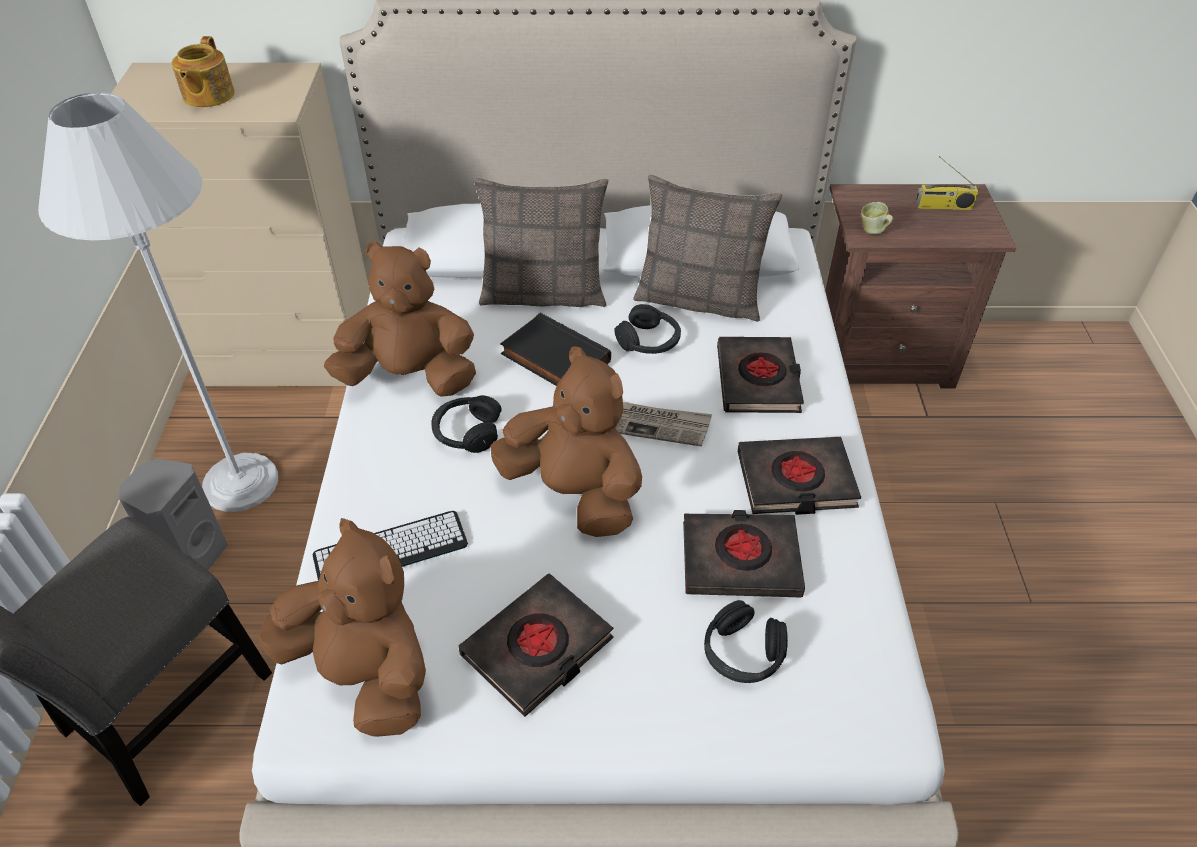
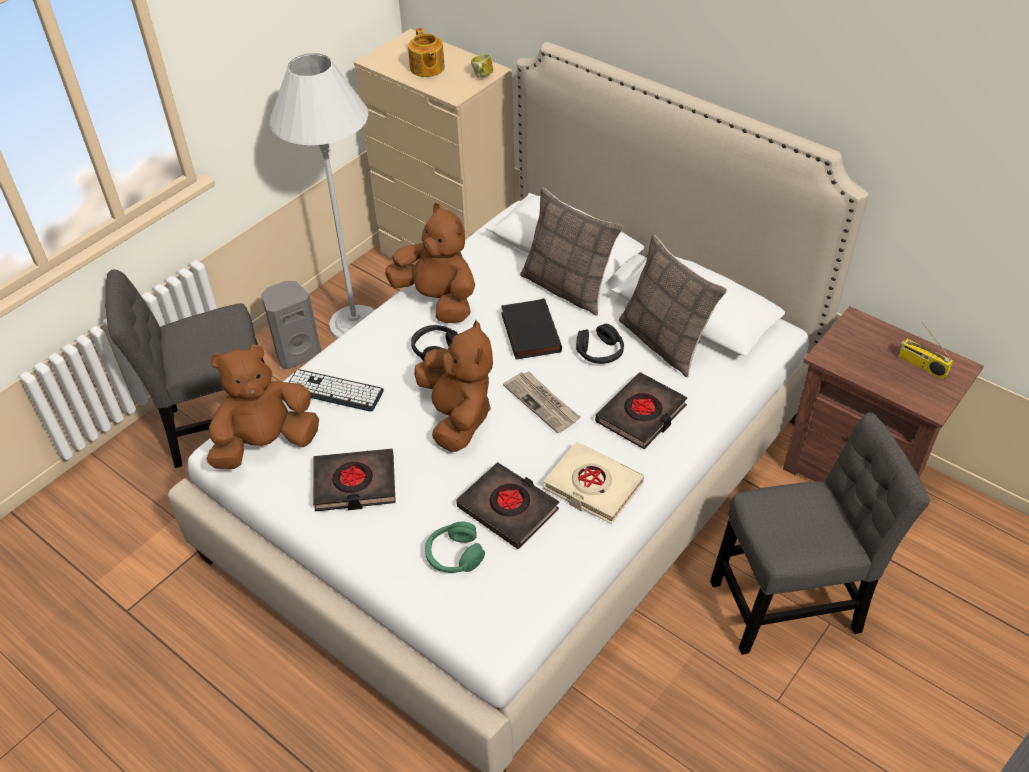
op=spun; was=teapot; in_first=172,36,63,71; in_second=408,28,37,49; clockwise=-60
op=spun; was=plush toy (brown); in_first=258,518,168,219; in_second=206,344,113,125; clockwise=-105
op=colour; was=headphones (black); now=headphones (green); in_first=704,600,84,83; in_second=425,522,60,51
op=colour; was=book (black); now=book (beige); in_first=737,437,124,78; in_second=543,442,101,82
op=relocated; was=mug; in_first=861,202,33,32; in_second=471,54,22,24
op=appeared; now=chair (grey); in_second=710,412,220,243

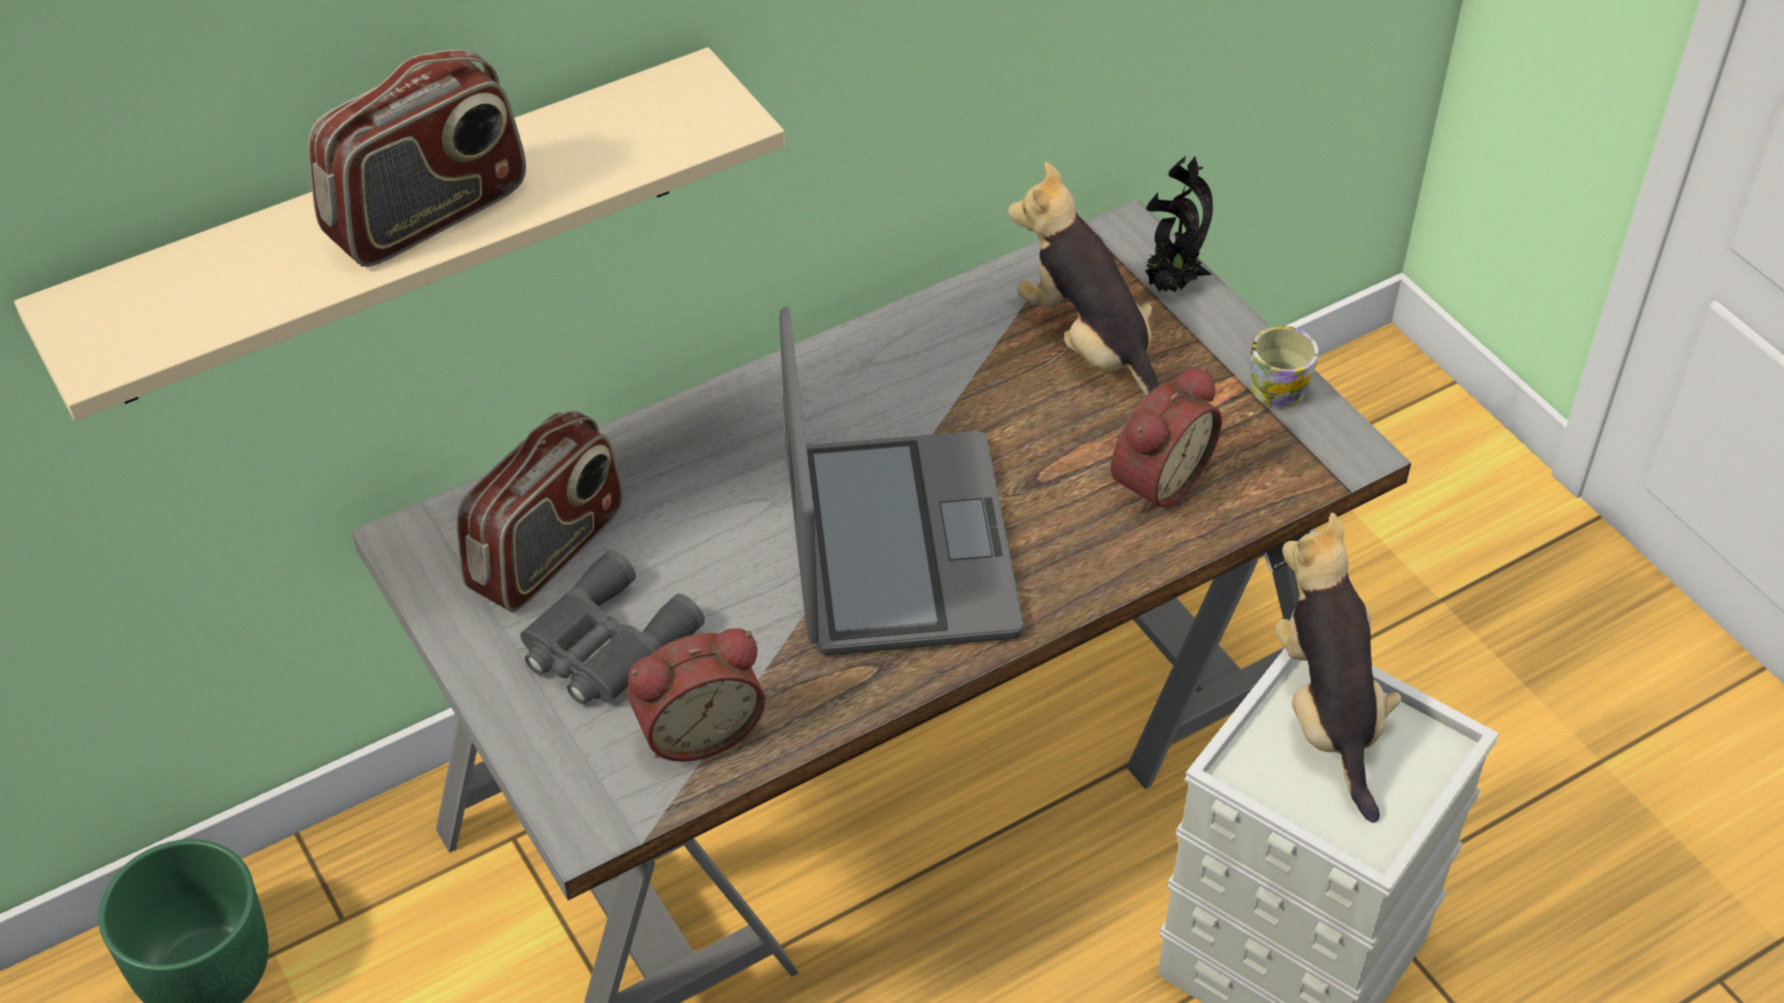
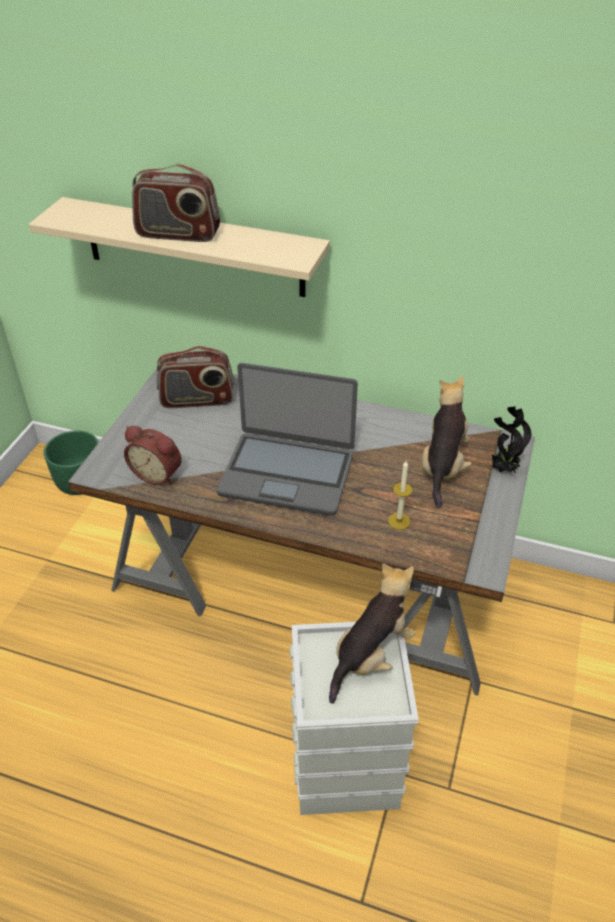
op=missing; was=binoculars (grey); in_first=520,549,185,156
op=spun; was=laptop; in_first=779,307,244,349; in_second=217,363,141,153; clockwise=60
op=exchanged; was=alarm clock; now=candle; in_first=1111,366,111,147; in_second=388,461,25,69
op=missing; was=mug; in_first=1250,326,68,81

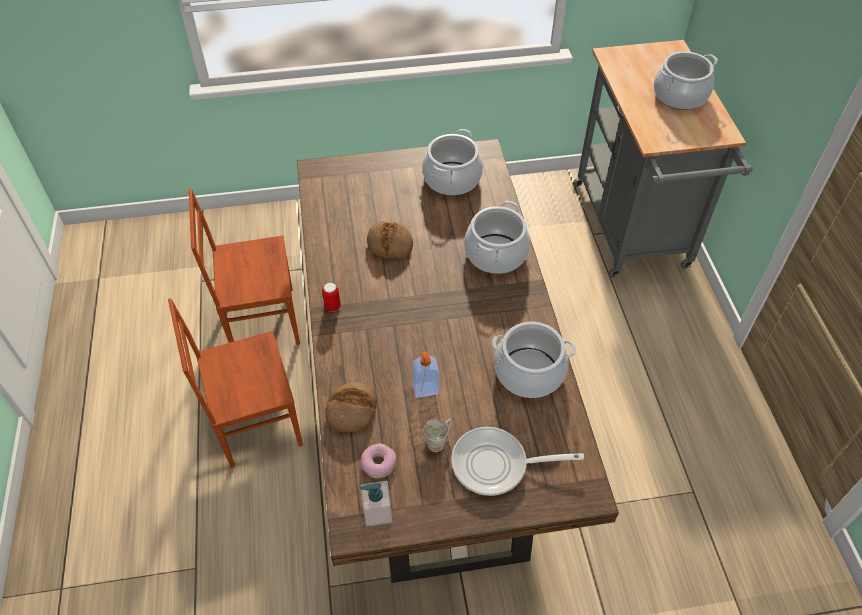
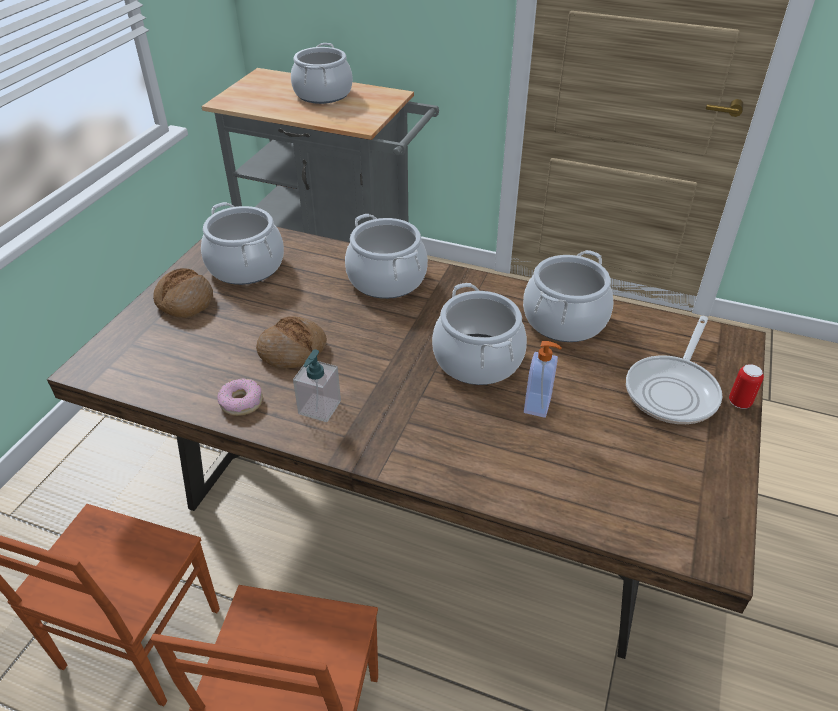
op=relocated; was=can; in_first=322,283,19,29; in_second=729,364,35,45
op=relocated; was=bread; in_first=325,382,52,50; in_second=153,268,60,50
op=relocated; was=soap dispenser; in_first=360,481,33,45; in_second=293,349,48,73
op=relocated; was=donut; in_first=361,443,35,35; in_second=217,378,46,38
op=missing; was=mug (white); in_first=423,419,29,33
op=appeared; now=cooking pot; in_second=432,283,95,102

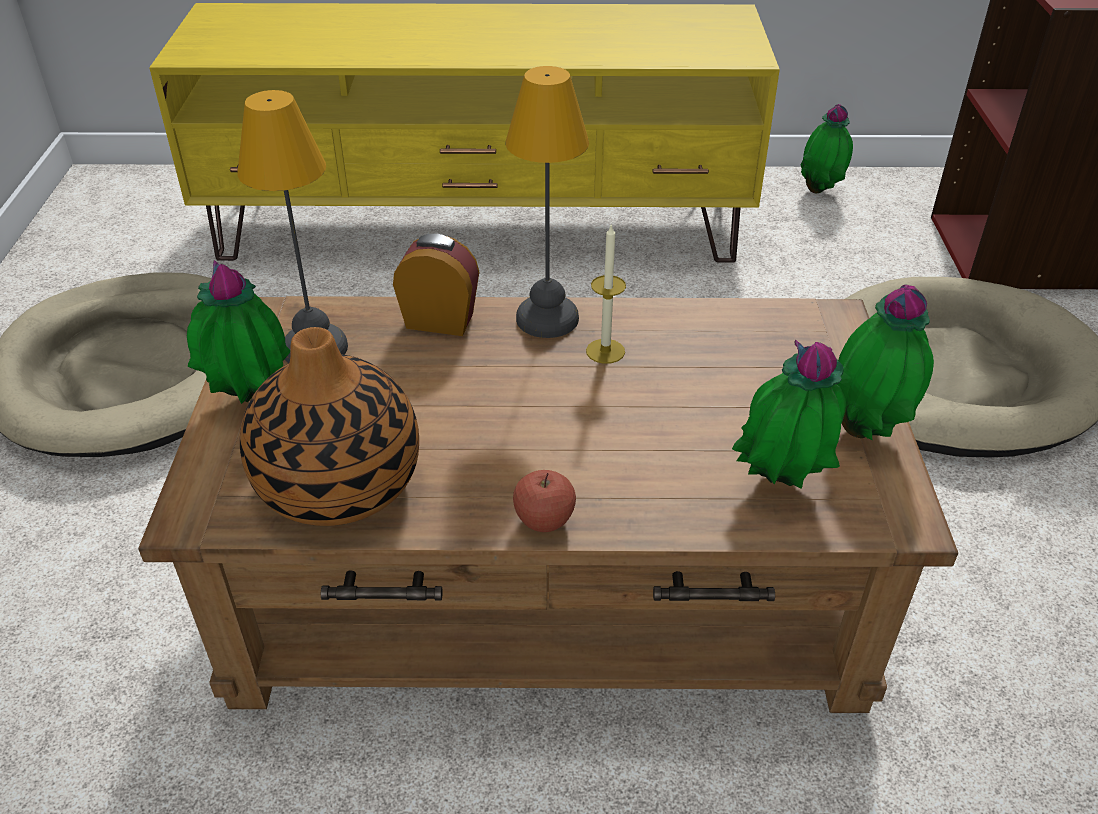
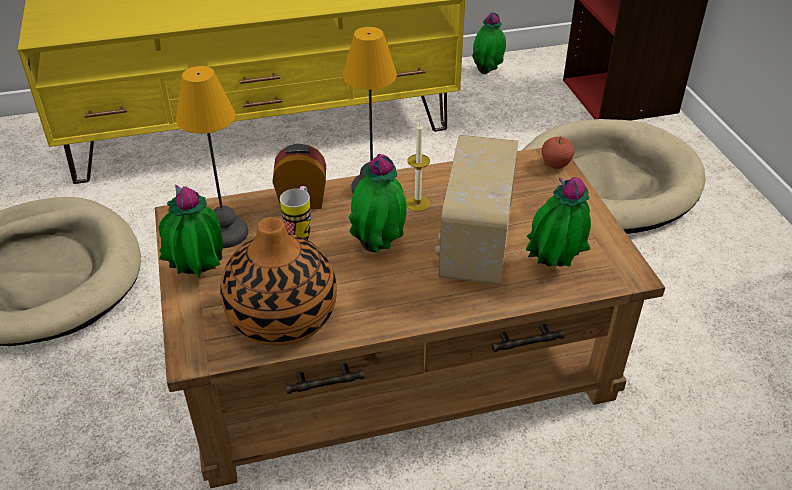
op=relocated; was=apple; in_first=513,470,63,62; in_second=542,136,32,33
op=relocated; was=potted plant; in_first=837,284,97,156; in_second=349,154,58,98
op=appeared; now=mug; in_second=280,186,31,54
op=appeared; now=radio; in_second=435,135,83,150

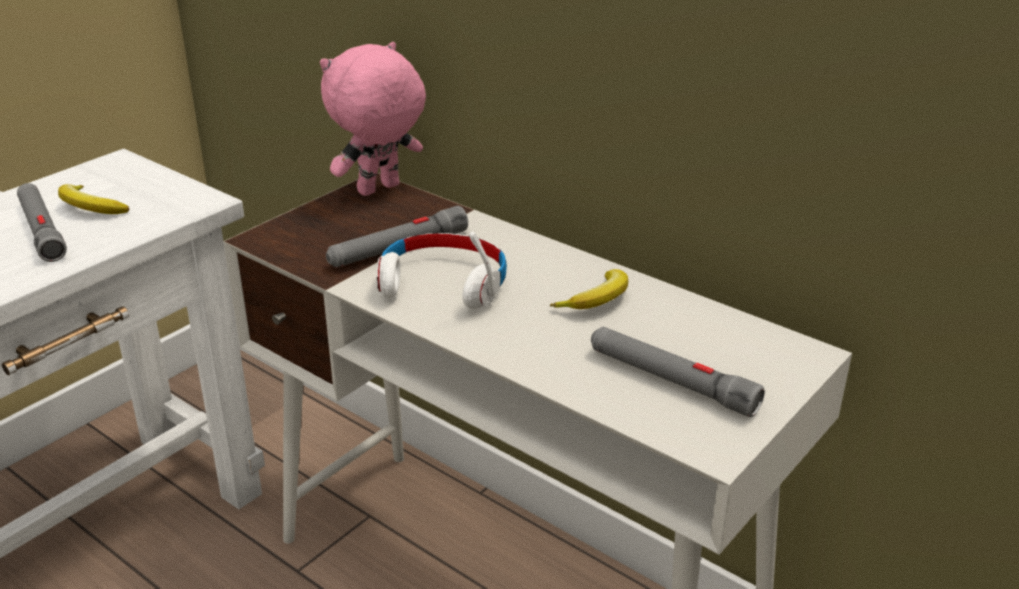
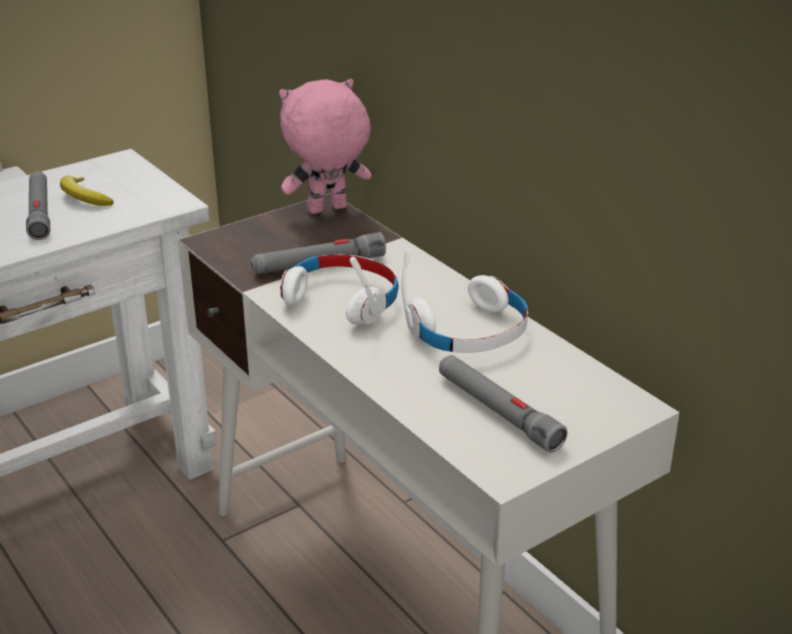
op=exchanged; was=banana; now=headphones (white); in_first=550,269,78,40; in_second=401,249,127,104

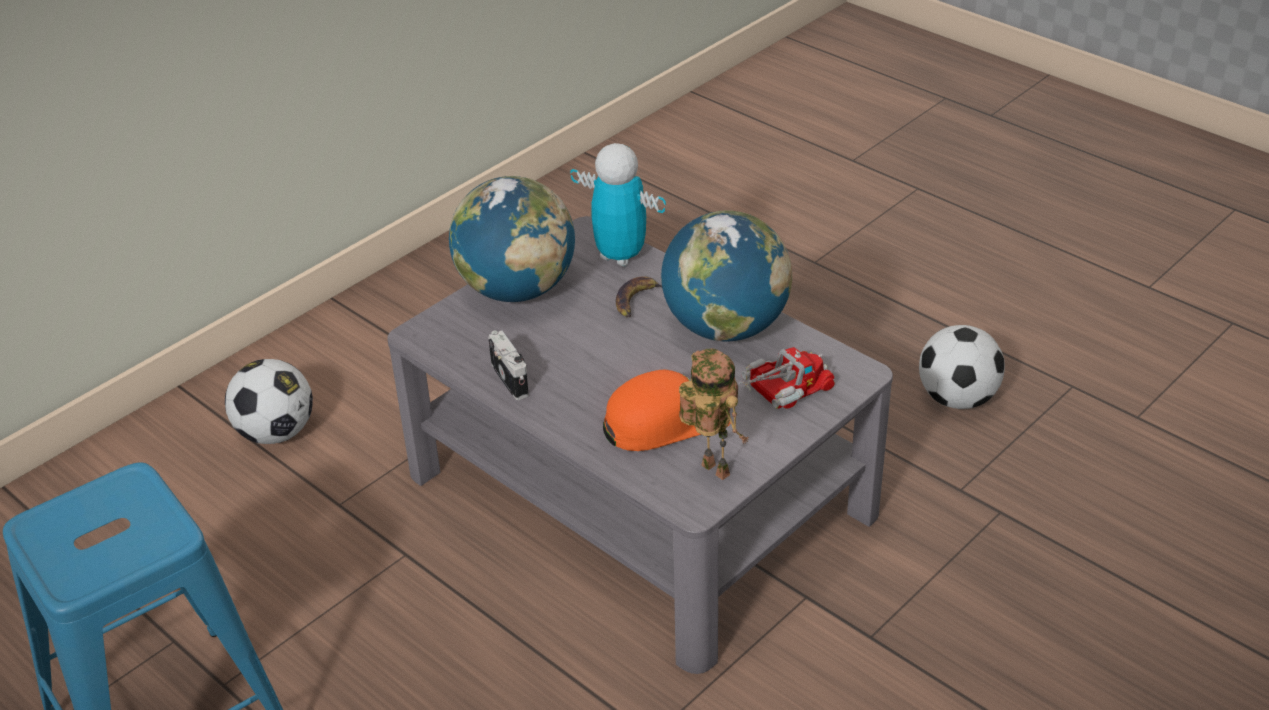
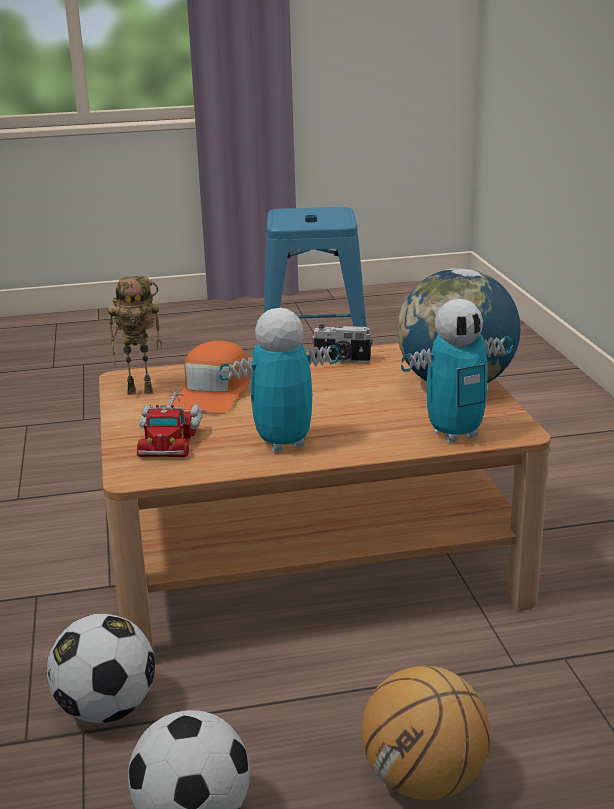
op=relocated; was=football; in_first=225,359,88,85; in_second=47,614,108,109
op=colour; was=coffee table (grey); now=coffee table (brown); in_first=387,216,506,458; in_second=99,343,452,310
op=missing; was=banana; in_first=616,276,46,42
op=exchanged; was=globe; now=toy robot; in_first=661,210,131,131; in_second=219,308,120,145
op=appeared; now=basketball; in_second=361,666,129,134

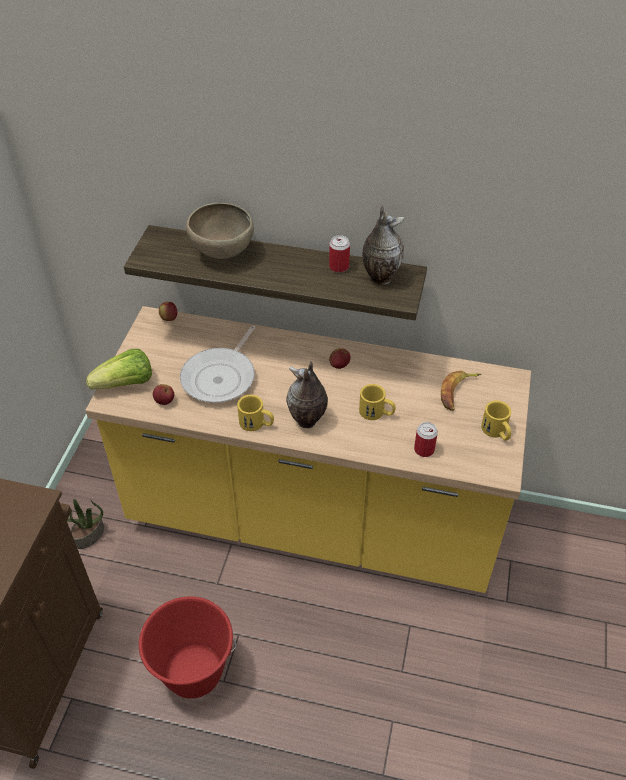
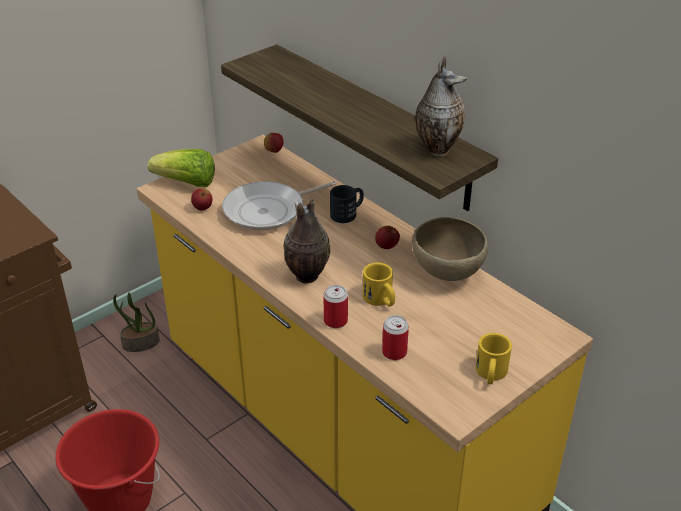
op=relocated; was=bowl (brown); in_first=186,203,68,56; in_second=412,217,76,64
op=missing; was=mug (yellow); in_first=237,395,37,36
op=relocated; was=can; in_first=329,235,21,38; in_second=323,285,25,43
op=missing; was=banana; in_first=441,371,41,40
op=appeared; now=mug (black); in_second=330,185,34,38

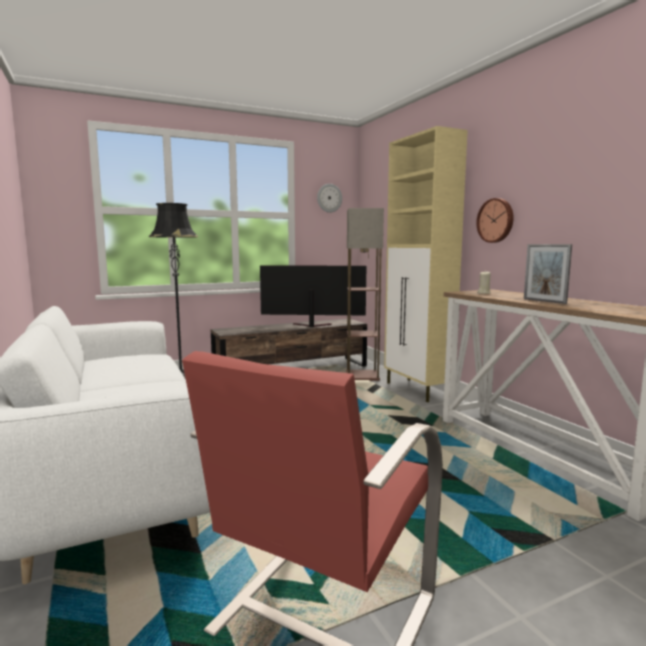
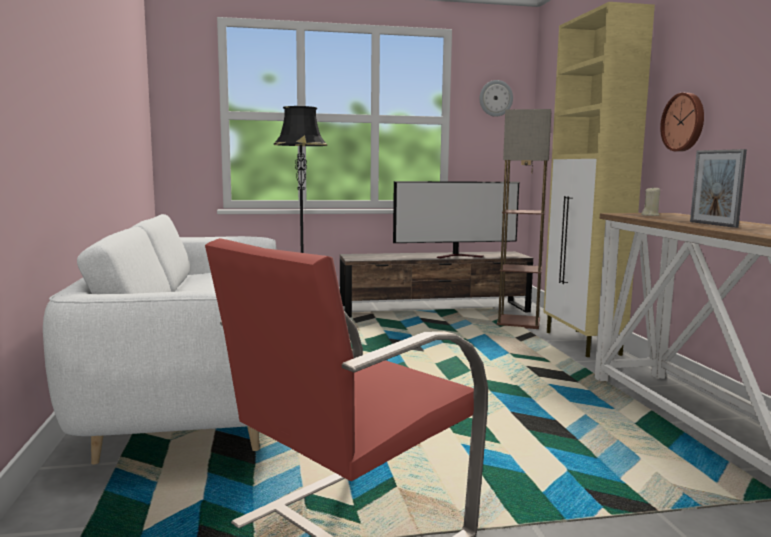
op=spun; was=television; in_first=260,265,106,62; in_second=393,181,126,77; clockwise=150

